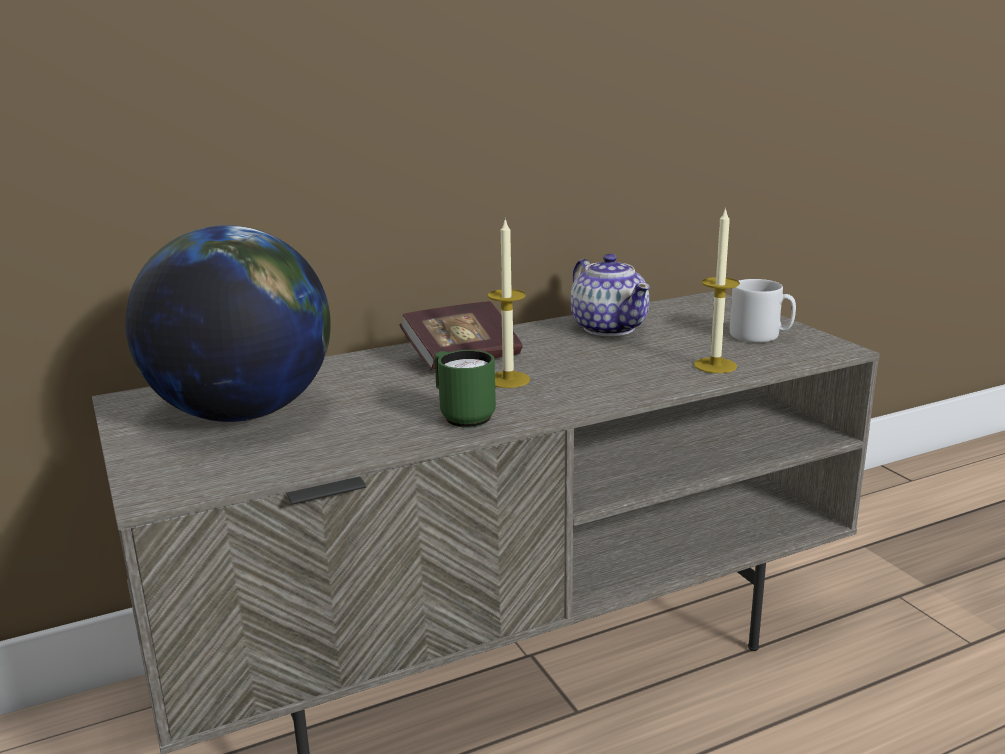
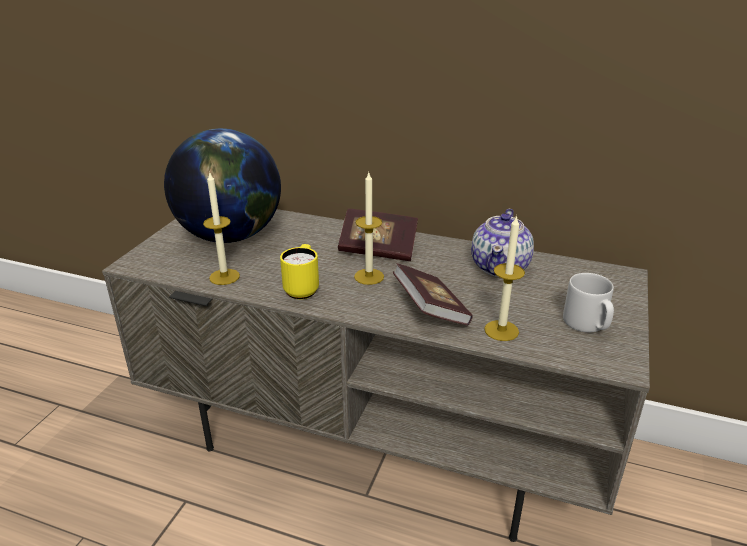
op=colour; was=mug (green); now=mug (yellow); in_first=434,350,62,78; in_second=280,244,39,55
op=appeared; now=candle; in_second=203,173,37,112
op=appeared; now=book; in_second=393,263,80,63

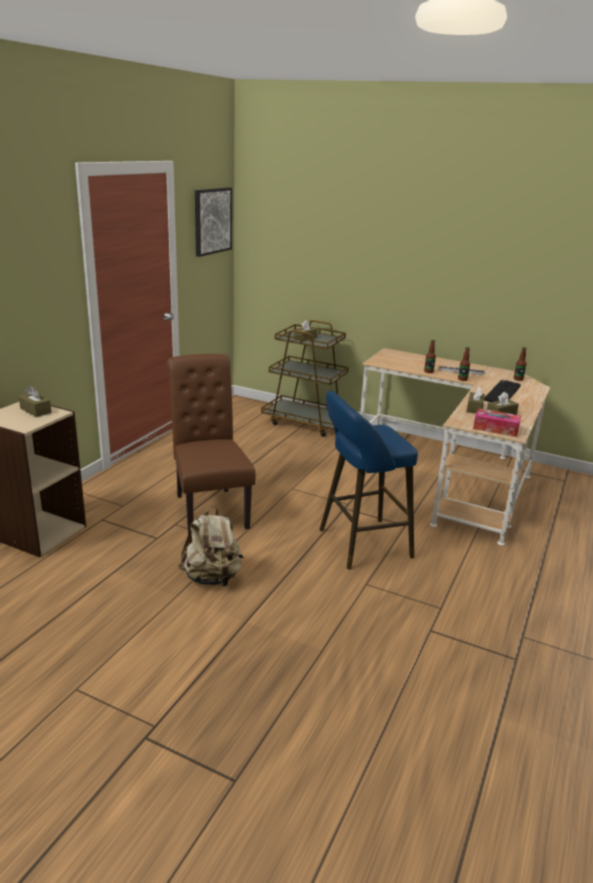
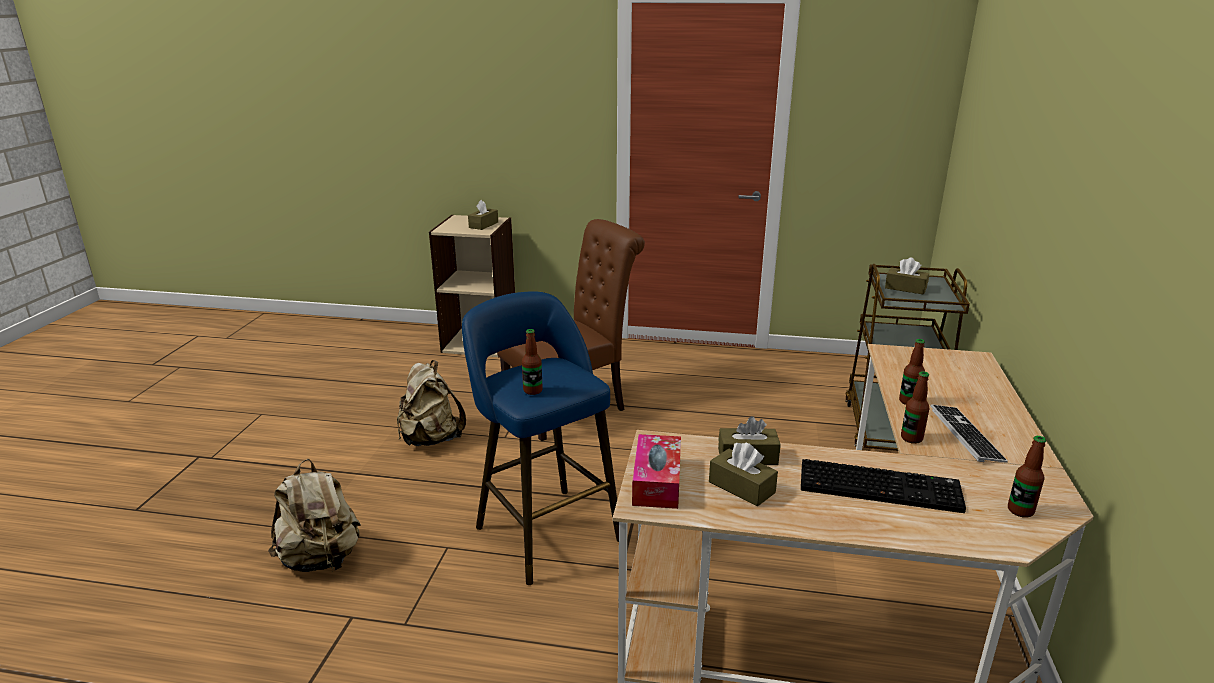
op=missing; was=picture; in_first=195,187,37,70
op=appeared; now=backpack (beige); in_second=268,459,93,113
op=appeared; now=bottle; in_second=522,329,21,66

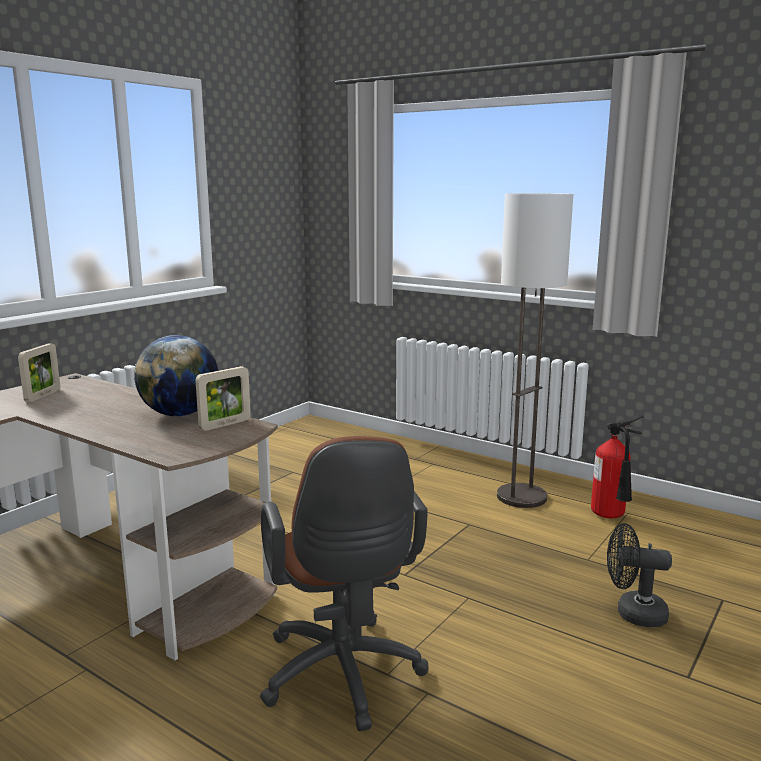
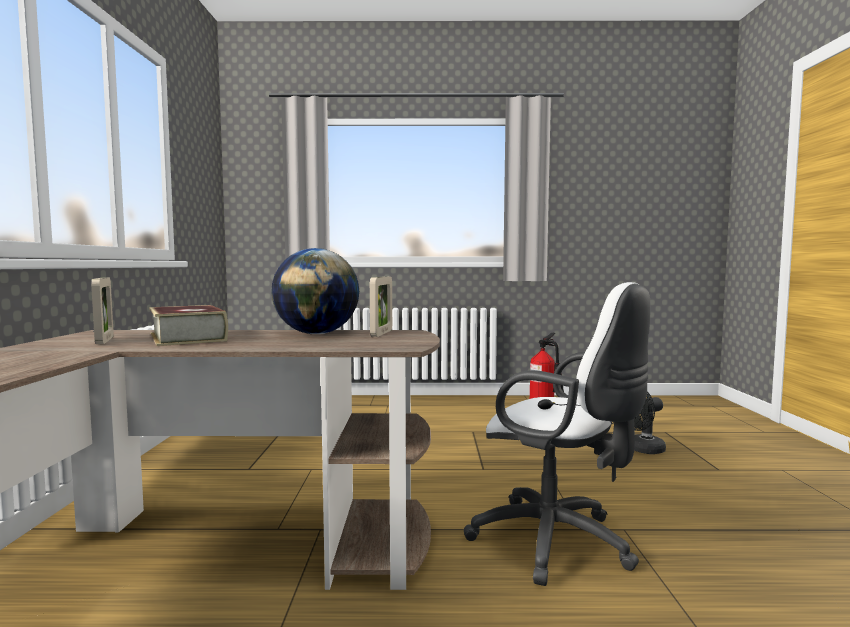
op=colour; was=office chair (brown); now=office chair (white); in_first=260,436,169,295; in_second=464,282,187,304
op=missing; was=floor lamp; in_first=497,193,76,315
op=appeared; now=book; in_second=149,305,79,41

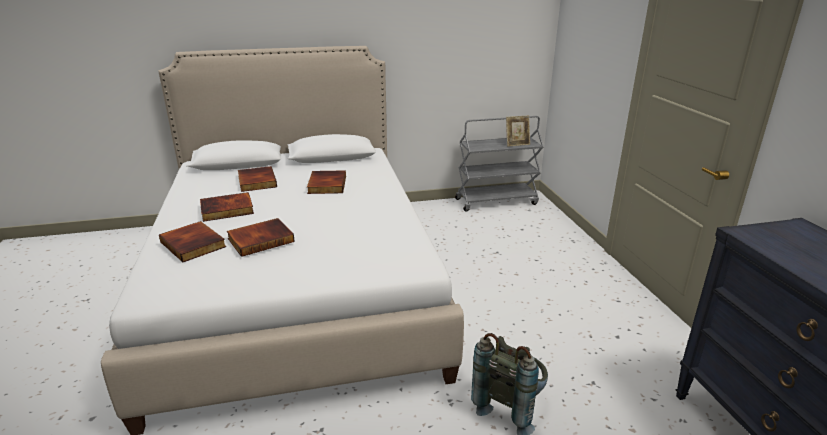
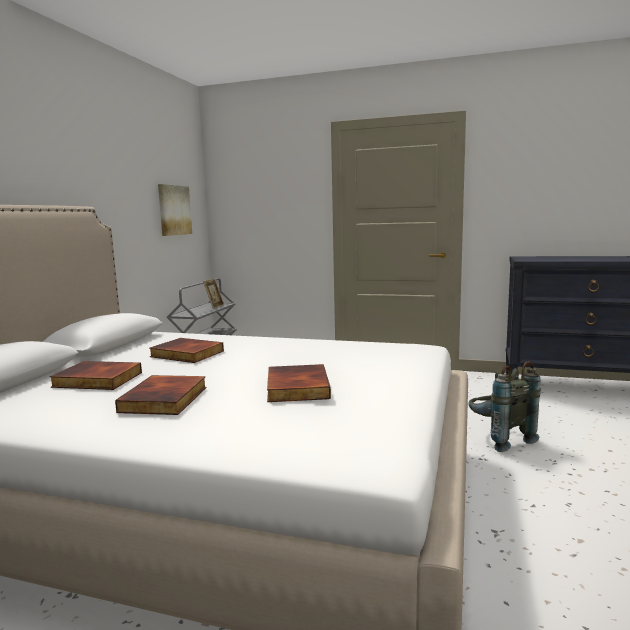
op=missing; was=book; in_first=159,221,67,41
op=appeared; now=picture; in_second=158,184,34,52

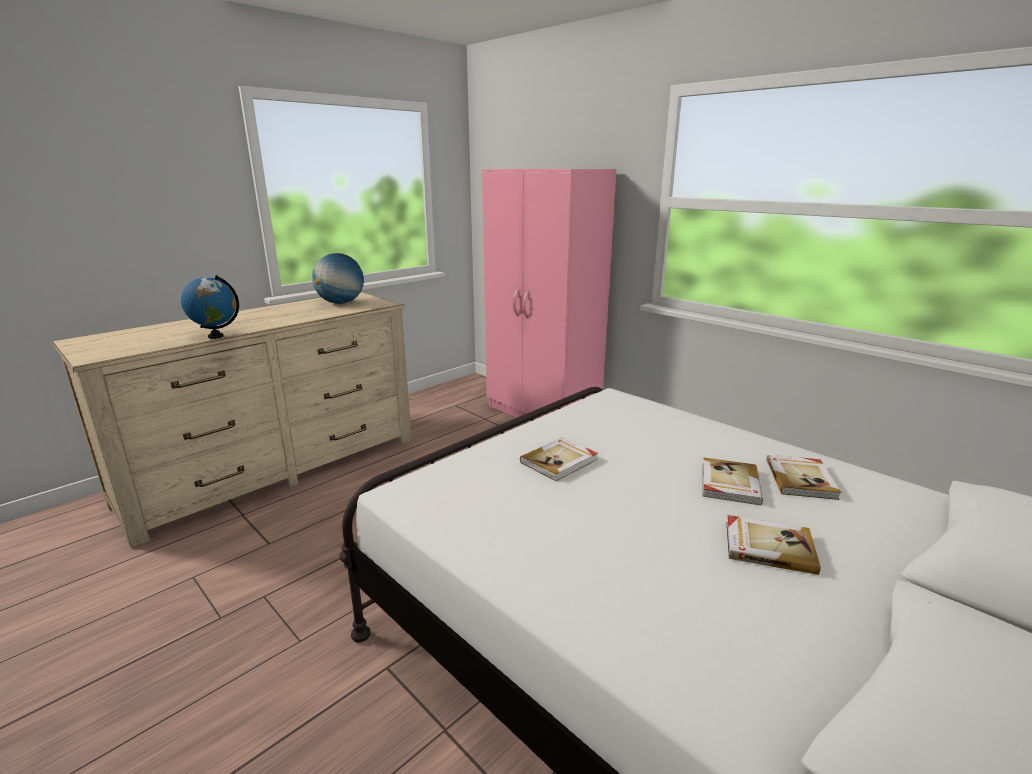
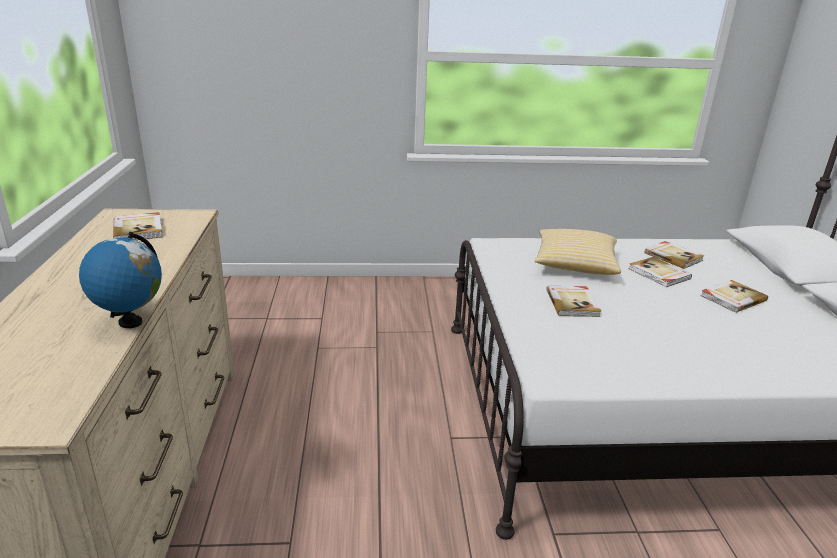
op=exchanged; was=globe; now=book; in_first=312,253,52,51; in_second=113,212,50,28
op=missing; was=wardrobe (pink); in_first=482,169,135,253
op=appeared; now=pillow; in_second=535,229,86,46

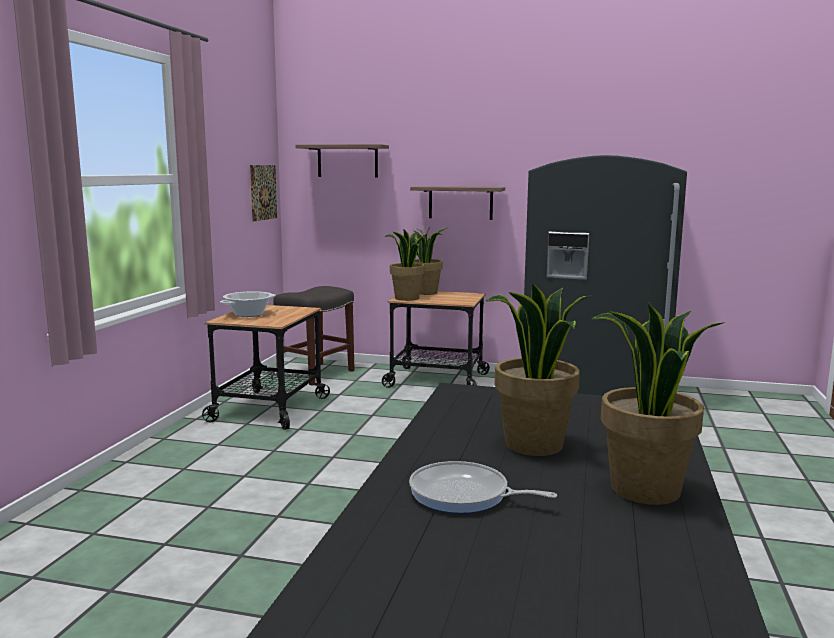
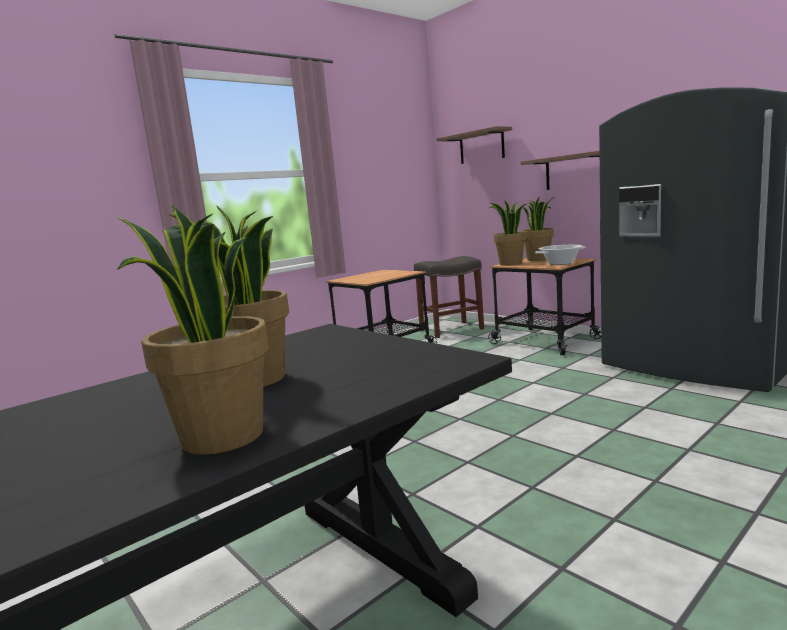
op=relocated; was=cooking pot; in_first=220,291,56,26; in_second=535,245,50,20
op=missing; was=picture; in_first=250,165,27,57
op=missing; was=frying pan; in_first=409,461,148,52

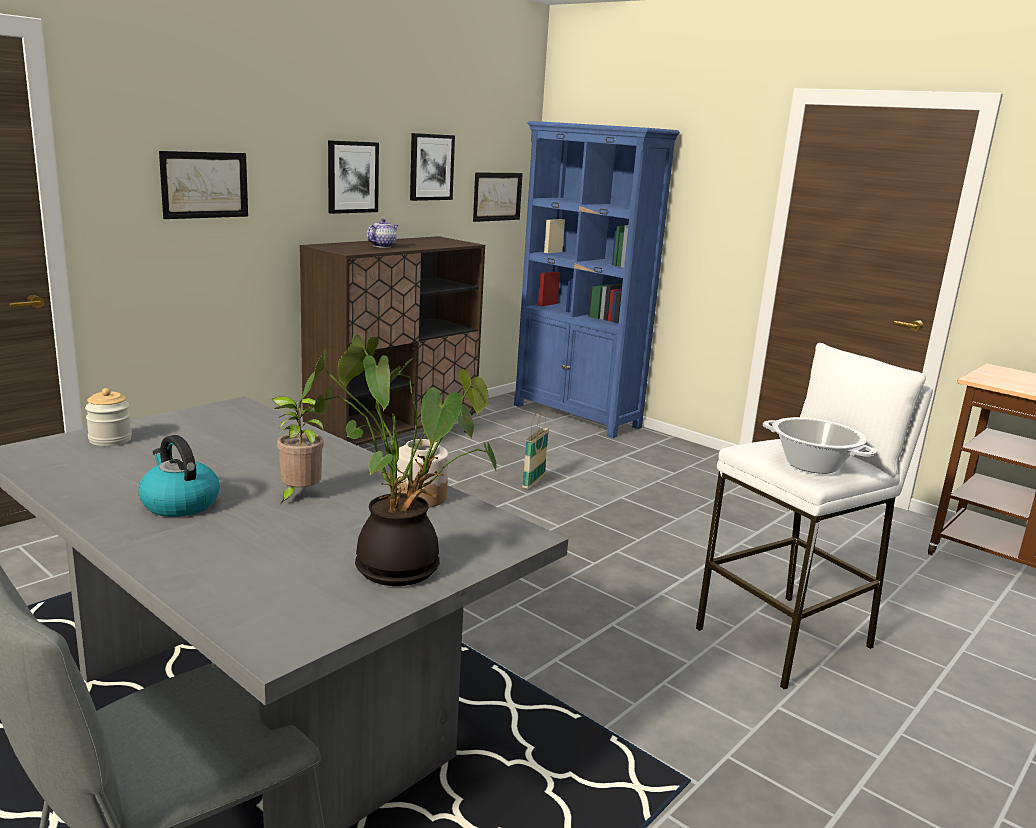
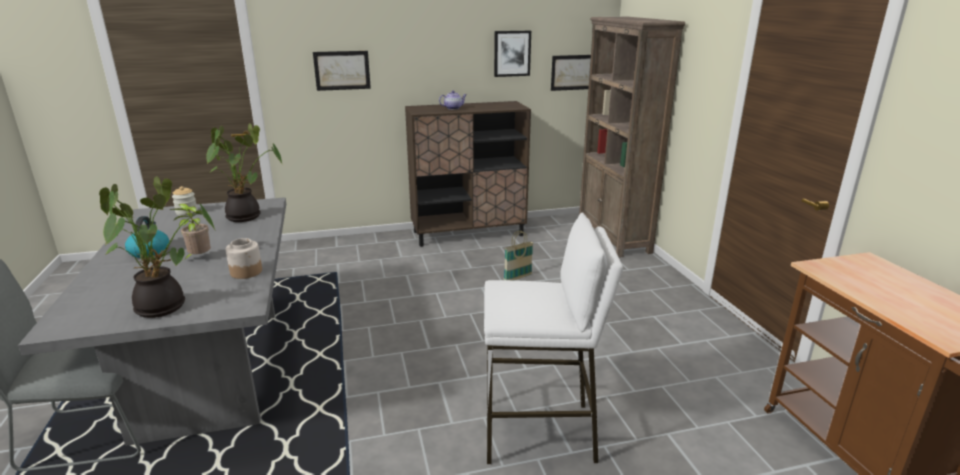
op=missing; was=picture; in_first=328,140,51,74
op=colour; was=bookcase (blue); now=bookcase (brown); in_first=514,121,166,317; in_second=579,17,106,241
op=missing; was=cooking pot; in_first=763,417,114,57
op=appeared; now=potted plant; in_second=206,123,77,99

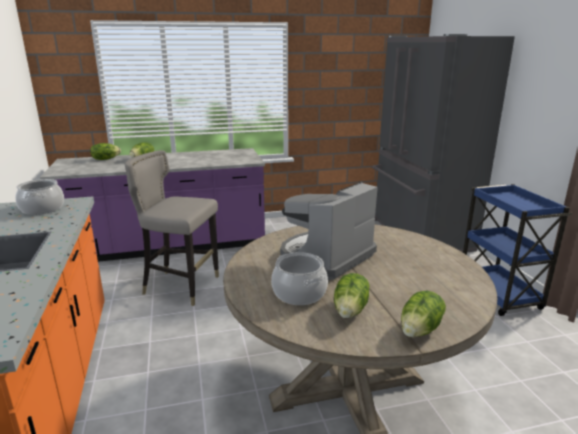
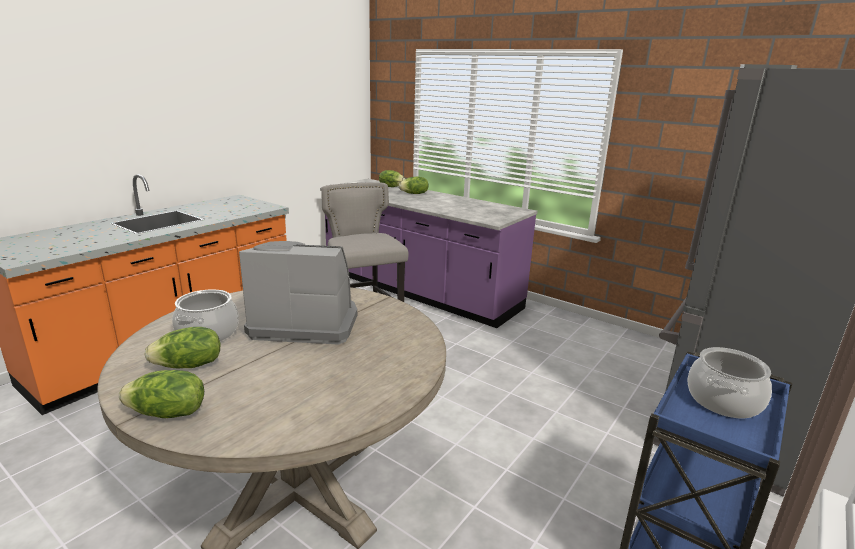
op=relocated; was=cooking pot; in_first=15,179,49,36; in_second=687,347,85,71

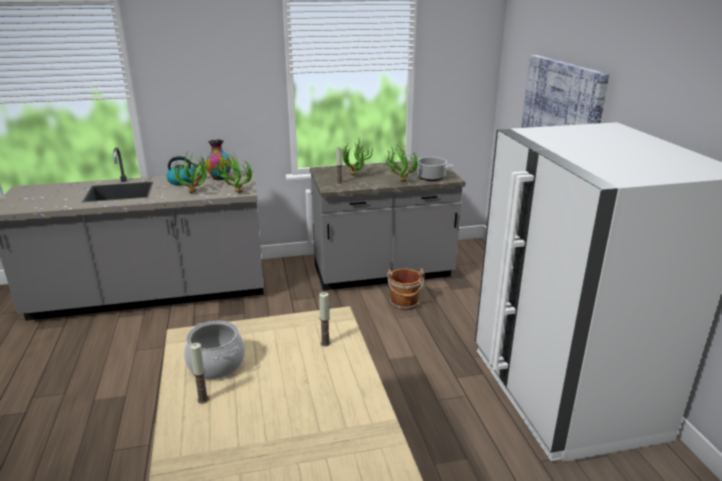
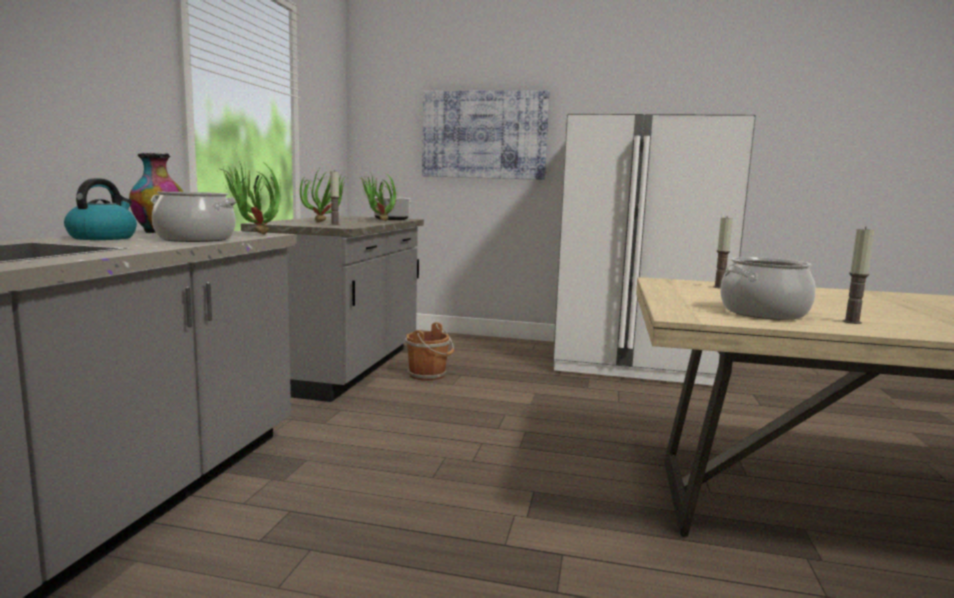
op=exchanged; was=potted plant; now=cooking pot; in_first=174,154,34,39; in_second=151,192,86,50

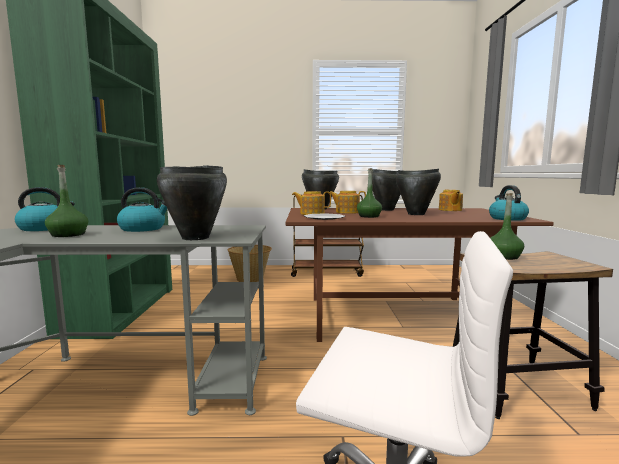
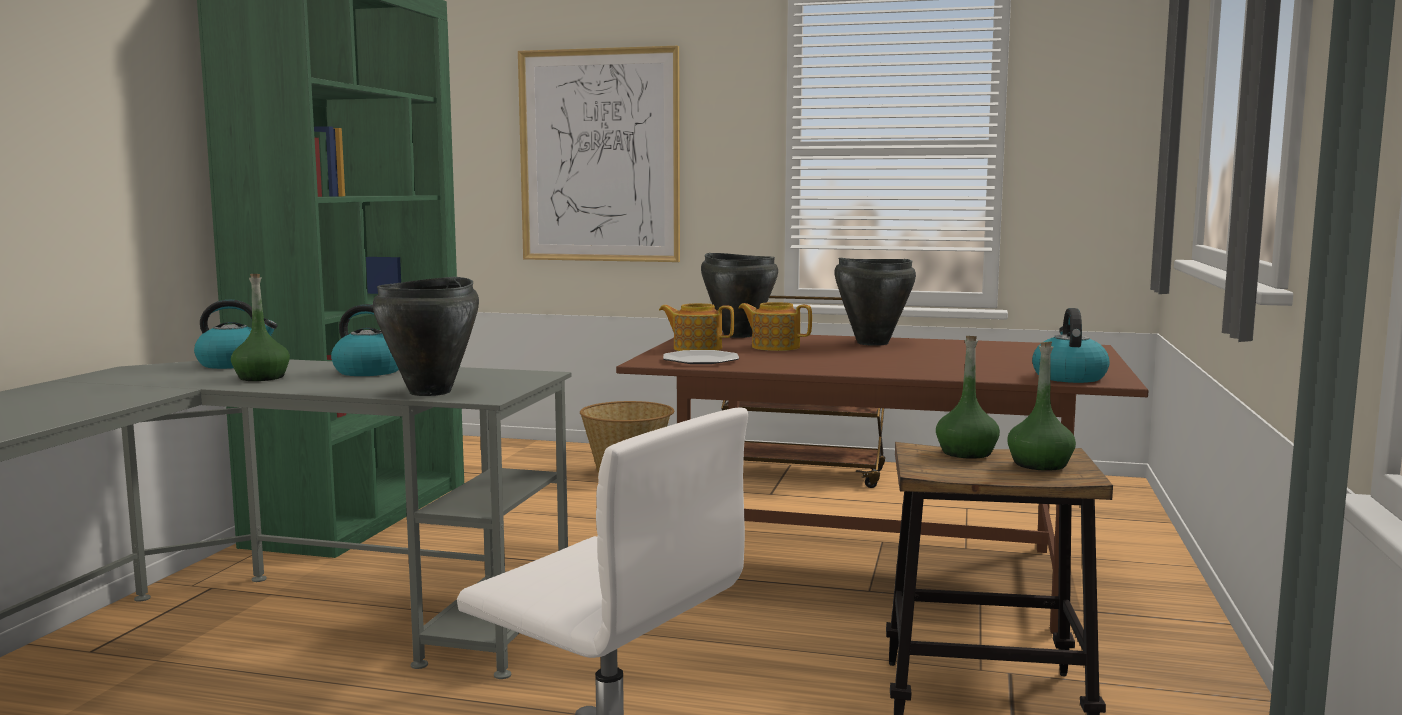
op=relocated; was=bottle (green); in_first=357,168,25,50; in_second=1007,342,69,129
op=missing; was=cooking pot (black); in_first=396,169,45,46
op=missing; was=teapot; in_first=439,189,24,22
op=appeared; now=picture; in_second=518,46,162,216

